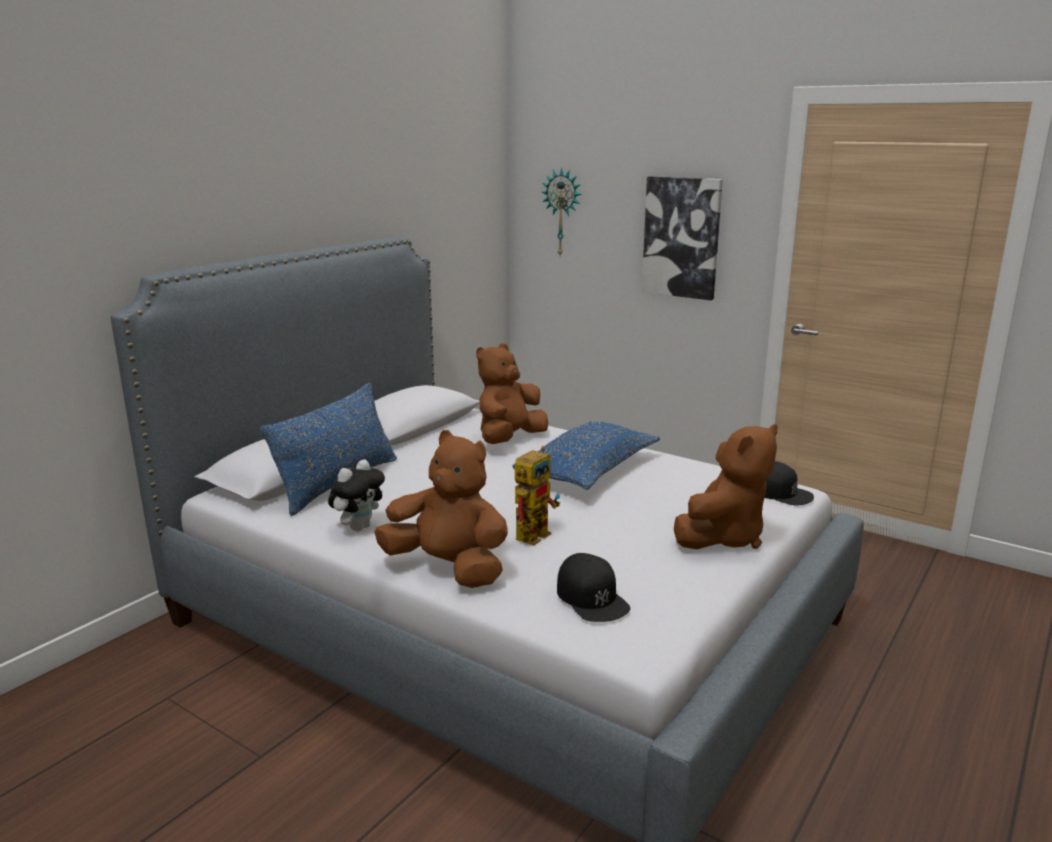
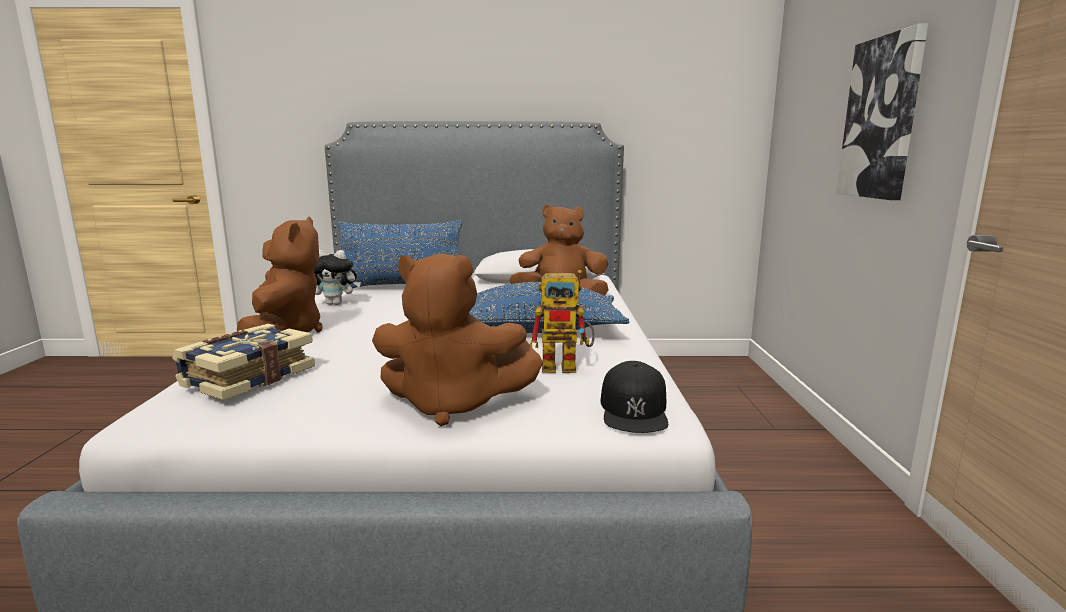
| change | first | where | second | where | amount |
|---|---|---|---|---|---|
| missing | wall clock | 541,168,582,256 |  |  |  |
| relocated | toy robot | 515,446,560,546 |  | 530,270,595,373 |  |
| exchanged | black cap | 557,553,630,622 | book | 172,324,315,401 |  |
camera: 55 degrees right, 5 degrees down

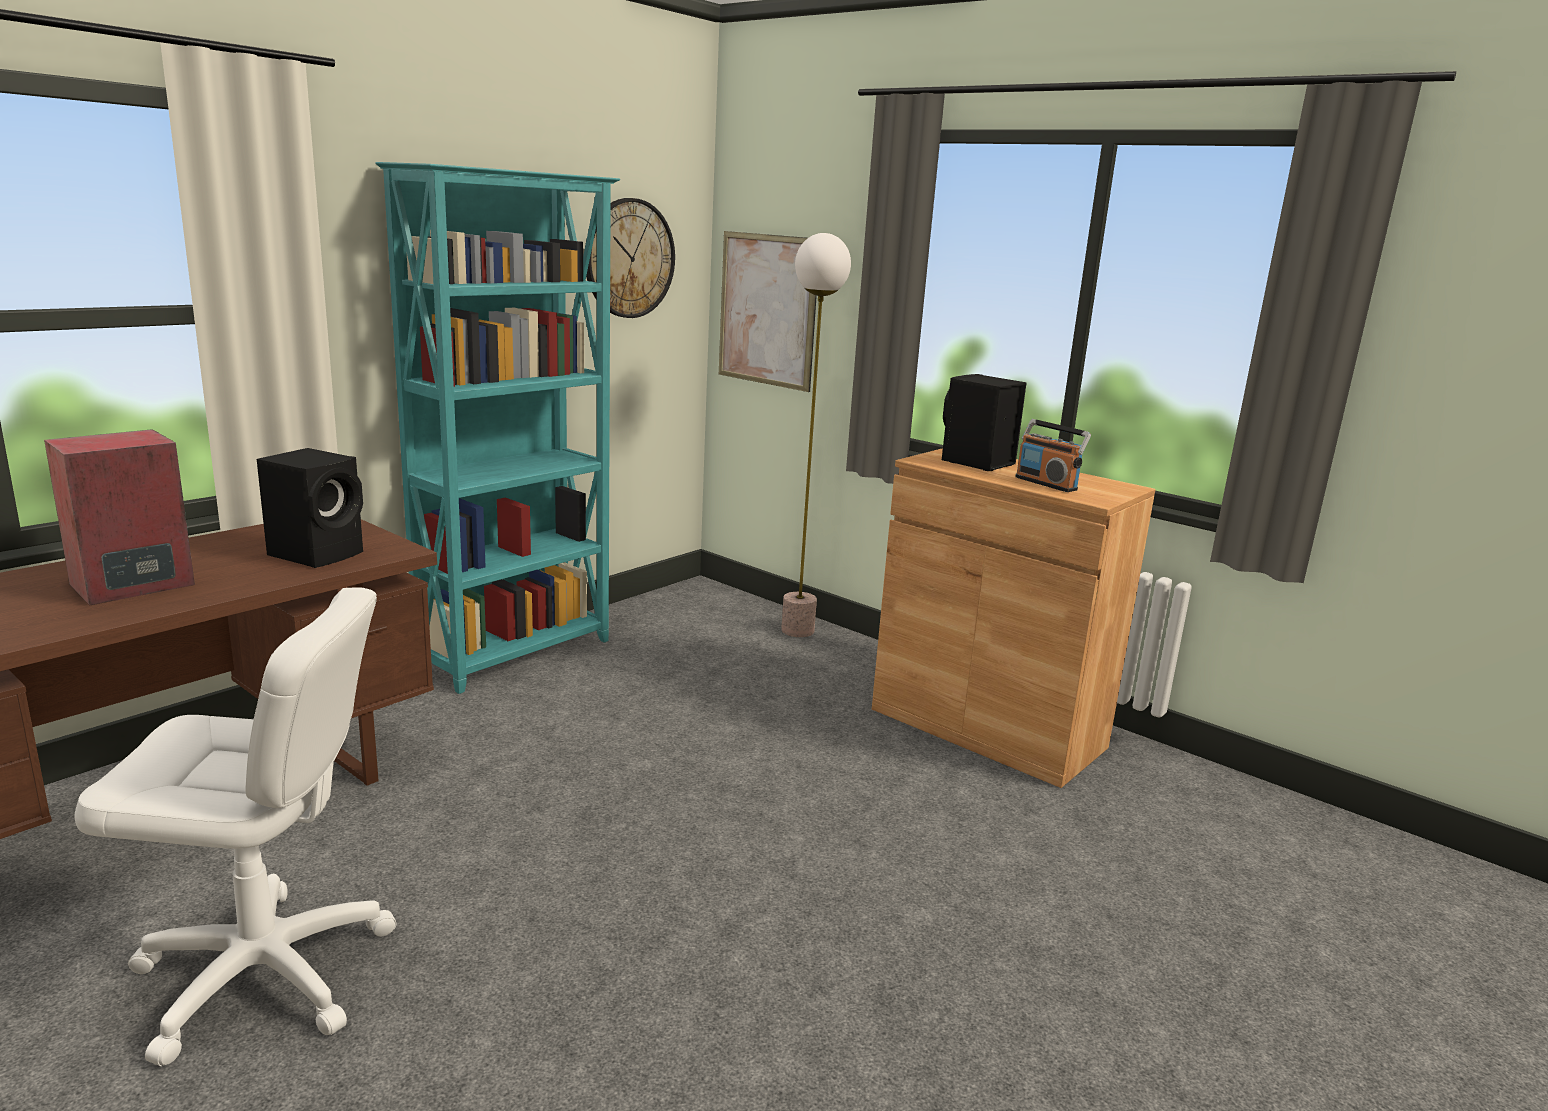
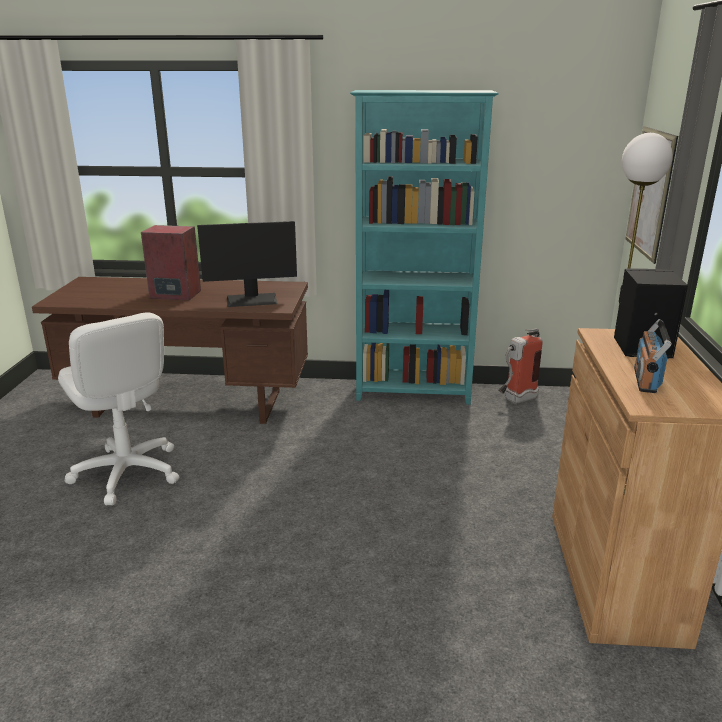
| change | first | where | second | where | amount |
|---|---|---|---|---|---|
| missing | wall clock | 585,198,675,318 |  |  |  |
| appeared |  |  | fire extinguisher | 499,328,543,404 |  |
| exchanged | black speaker | 257,448,363,568 | monitor | 197,221,297,307 |  |
camera: 55 degrees right, 5 degrees up

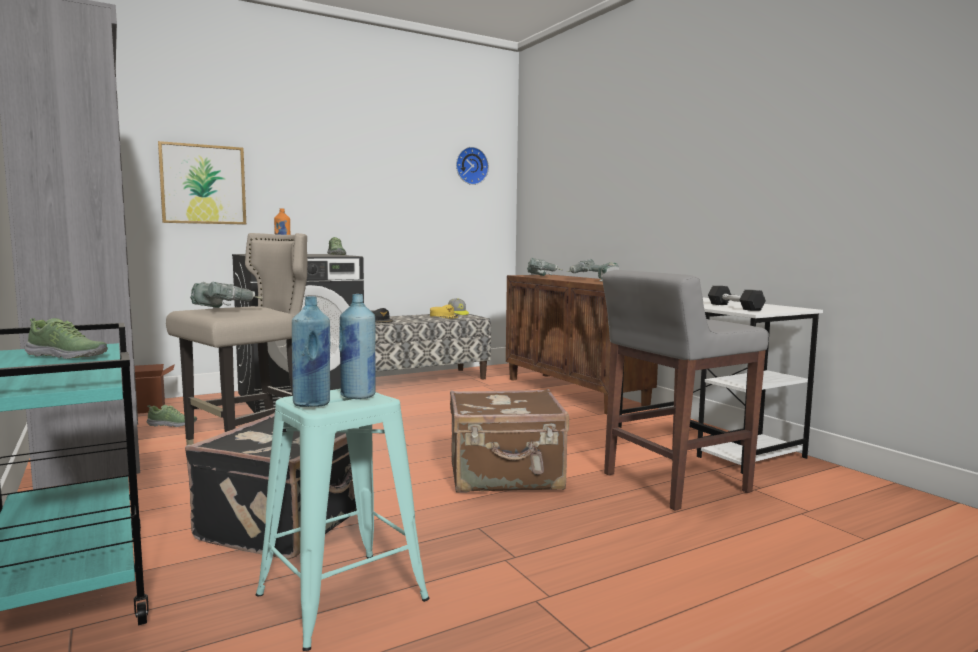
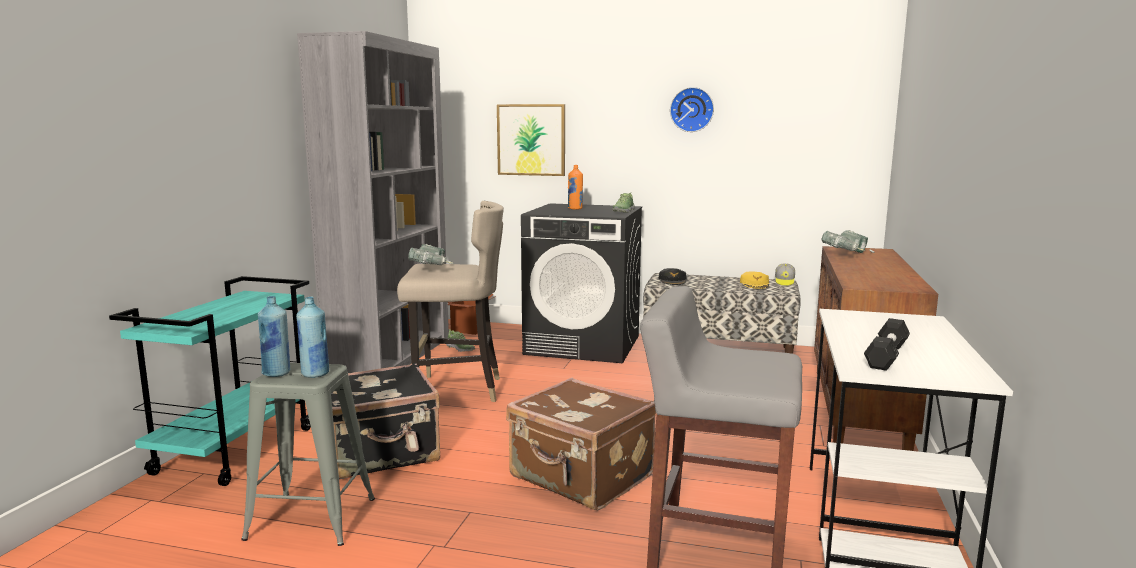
| change | first | where | second | where | amount |
|---|---|---|---|---|---|
| missing | shoe | 25,318,108,359 |  |  |  |
| missing | power drill | 567,259,619,282 |  |  |  |
| relocated | wall clock | 456,147,489,185 |  | 670,87,714,132 |  |
| colour | turquoise stool | 256,389,429,651 | grey stool | 241,363,375,546 |  |
camera: 45 degrees right, 5 degrees up

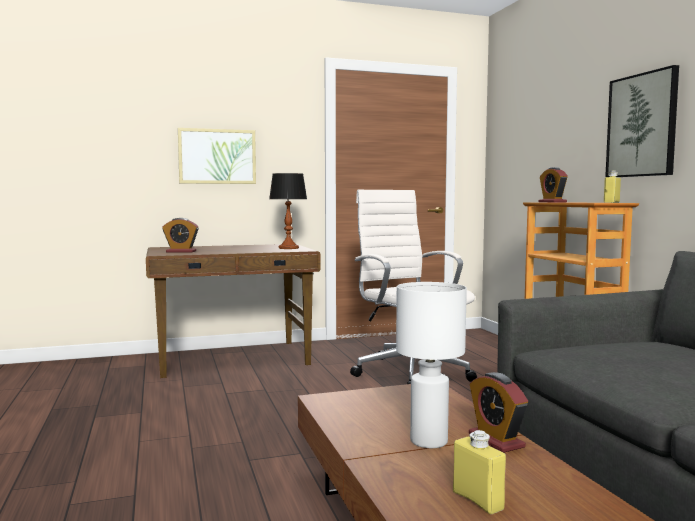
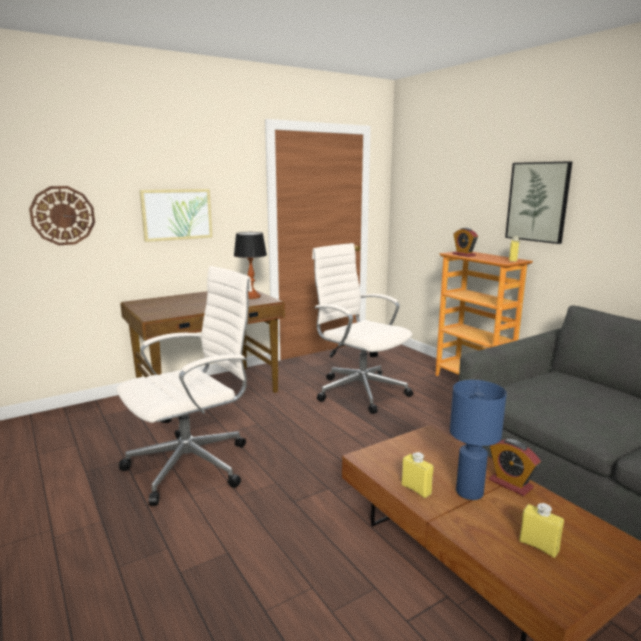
| change | first | where | second | where | amount |
|---|---|---|---|---|---|
| missing | alarm clock | 162,218,199,252 |  |  |  |
| appeared |  |  | wall clock | 29,186,95,245 |  |
| appeared |  |  | white office chair | 116,266,252,506 |  |
| appeared |  |  | yellow bottle | 401,452,433,498 |  |
| colour | white table lamp | 396,282,467,448 | blue table lamp | 450,380,507,500 |  |
camera: 15 degrees left, 10 degrees up

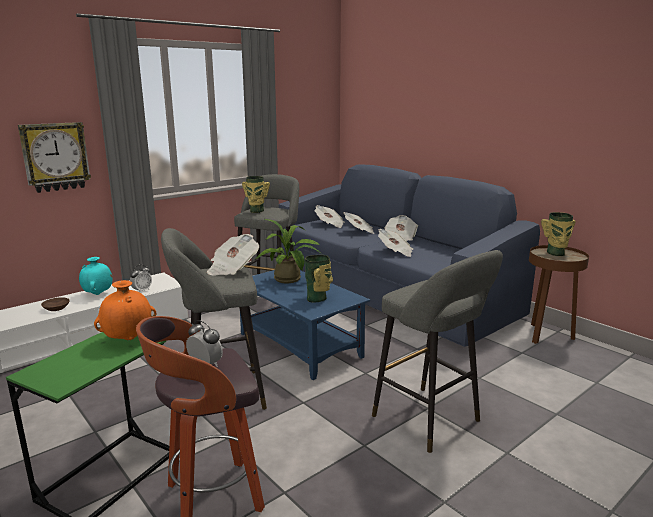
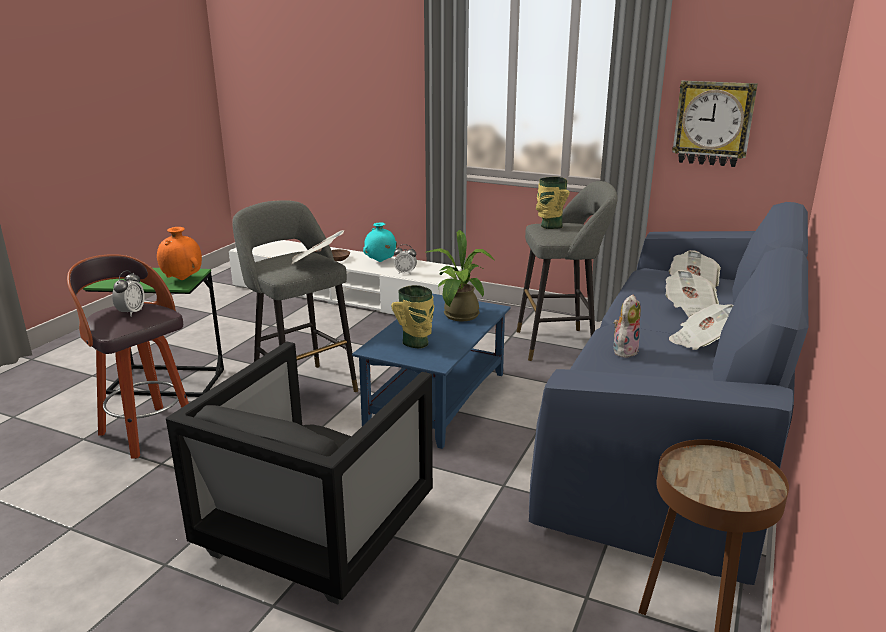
| change | first | where | second | where | amount |
|---|---|---|---|---|---|
| missing | vase | 541,212,576,256 |  |  |  |
| relocated | wall clock | 18,122,91,193 |  | 672,81,758,167 |  |
| exchanged | grey stool | 372,250,503,453 | black armchair | 166,341,433,605 |  |
| exchanged | newspaper | 378,229,413,257 | plush toy | 614,294,641,358 |  |
camera: 65 degrees right, 5 degrees up

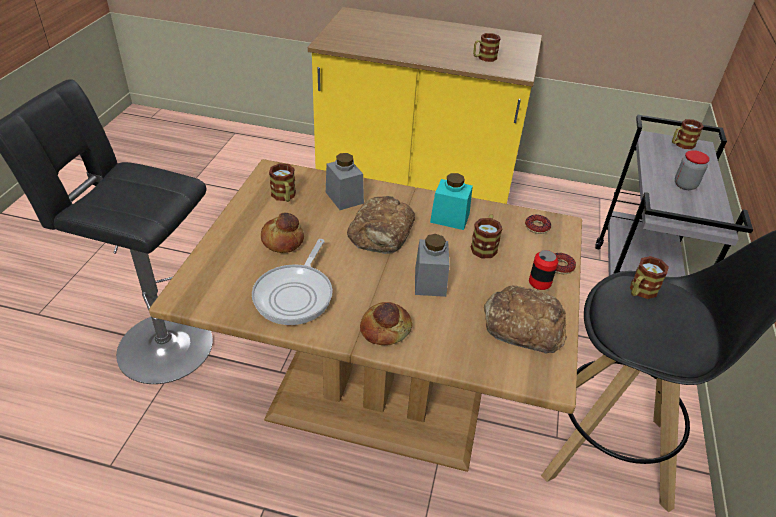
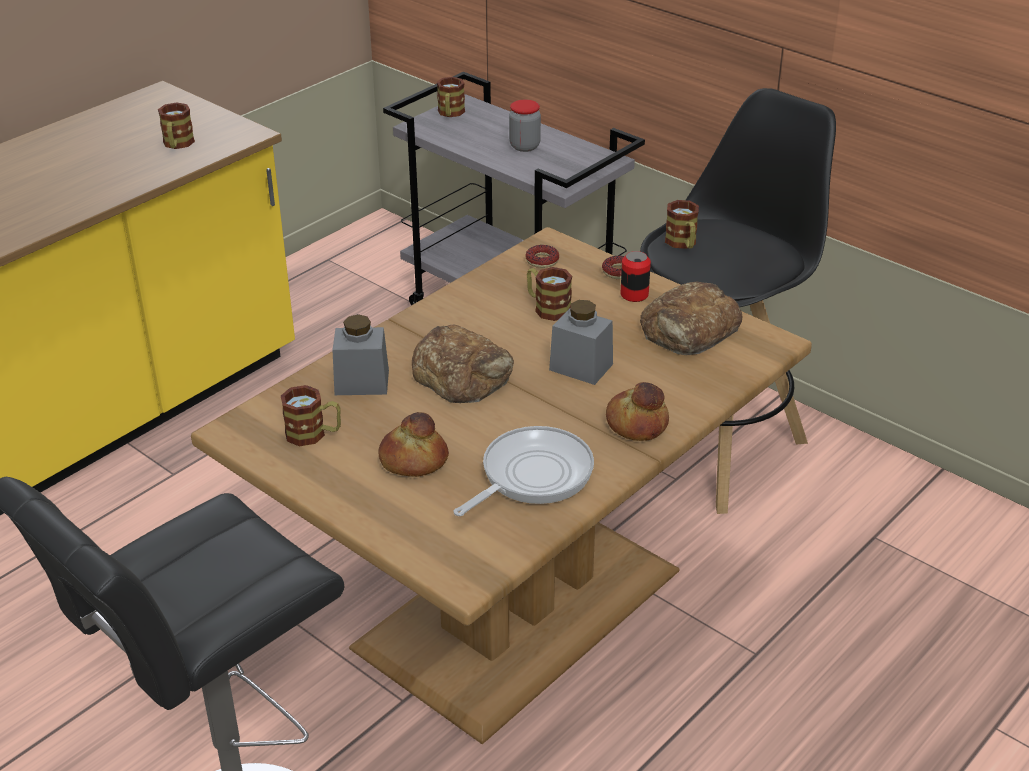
| change | first | where | second | where | amount |
|---|---|---|---|---|---|
| missing | turquoise jar | 430,173,473,230 |  |  |  |
| spun | frying pan | 252,239,333,325 |  | 453,426,594,516 | 90 degrees counterclockwise |
camera: 60 degrees left, 5 degrees down

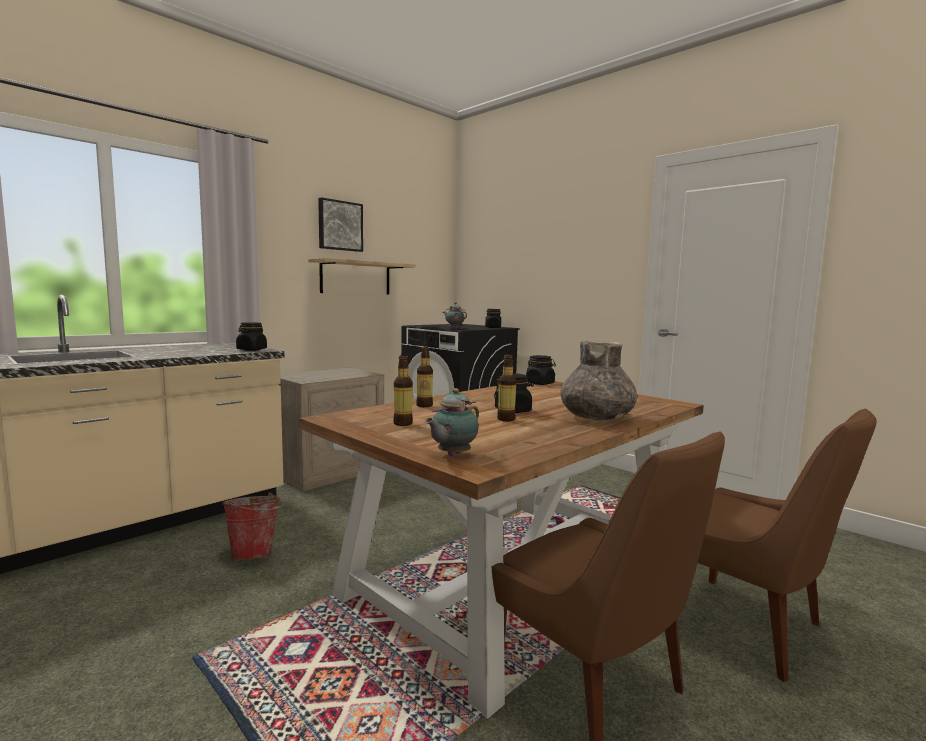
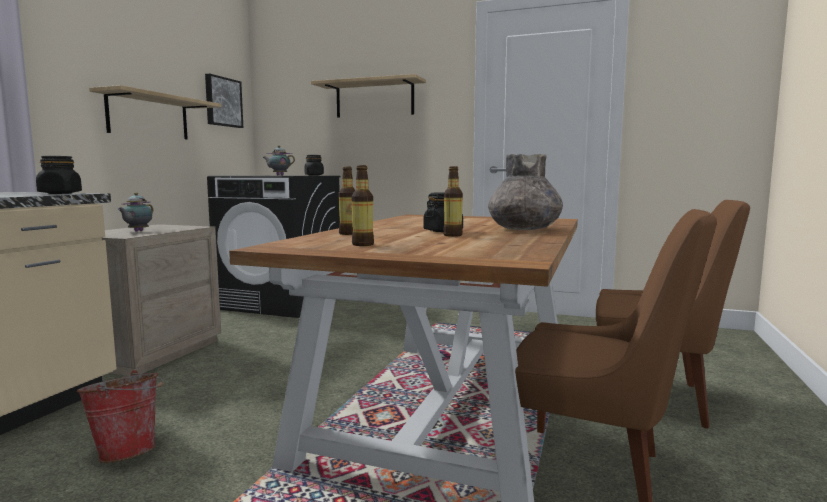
| change | first | where | second | where | amount |
|---|---|---|---|---|---|
| missing | black jar | 526,355,556,385 |  |  |  |
| appeared |  |  | shelf | 311,74,426,118 |  |
| relocated | picture | 318,197,363,252 |  | 205,74,243,128 |  |
| relocated | teapot | 425,388,479,456 |  | 118,193,153,232 |  |
camera: 25 degrees left, 0 degrees up

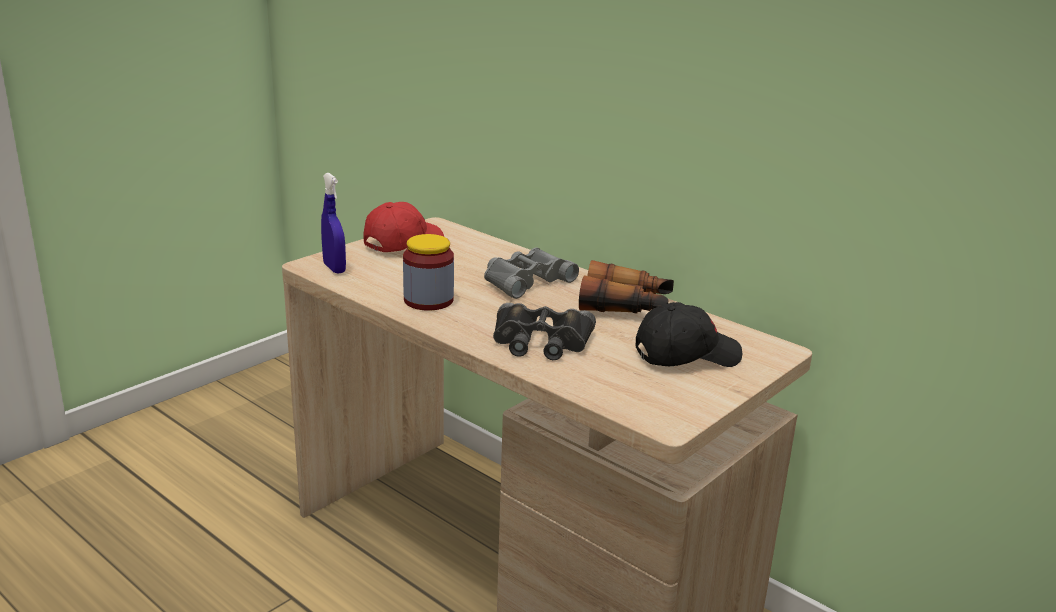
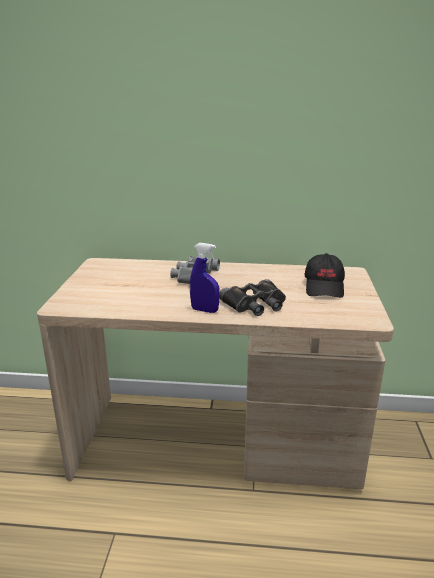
| change | first | where | second | where | amount |
|---|---|---|---|---|---|
| missing | red cap | 363,202,444,252 |  |  |  |
| missing | jar | 403,234,454,311 |  |  |  |
| missing | binoculars | 579,260,674,313 |  |  |  |
| relocated | blue spray bottle | 321,173,346,274 |  | 190,243,220,313 |  |
| spun | black cap | 636,302,743,367 |  | 305,253,345,298 | 150 degrees clockwise |
camera: 35 degrees left, 0 degrees up

